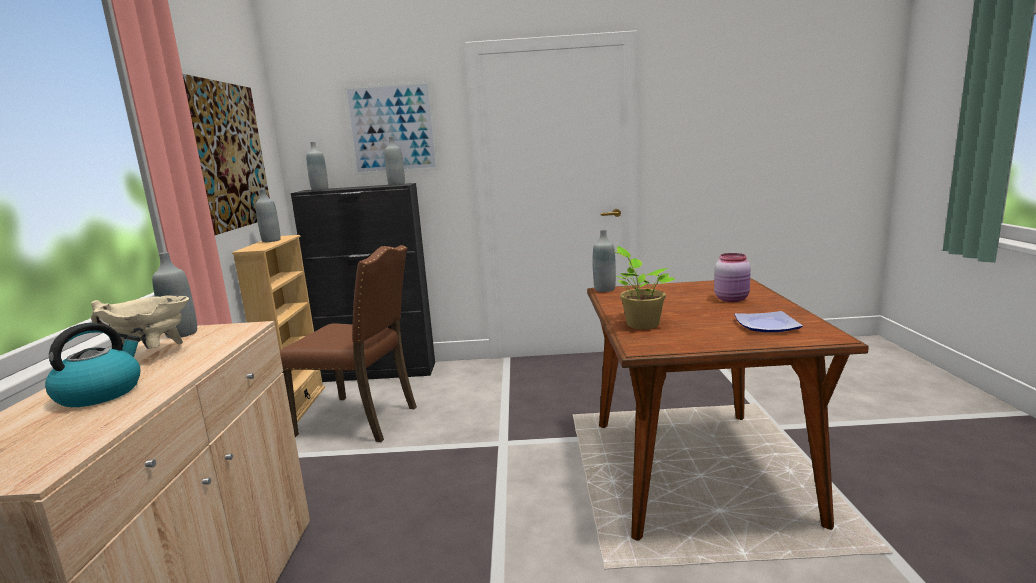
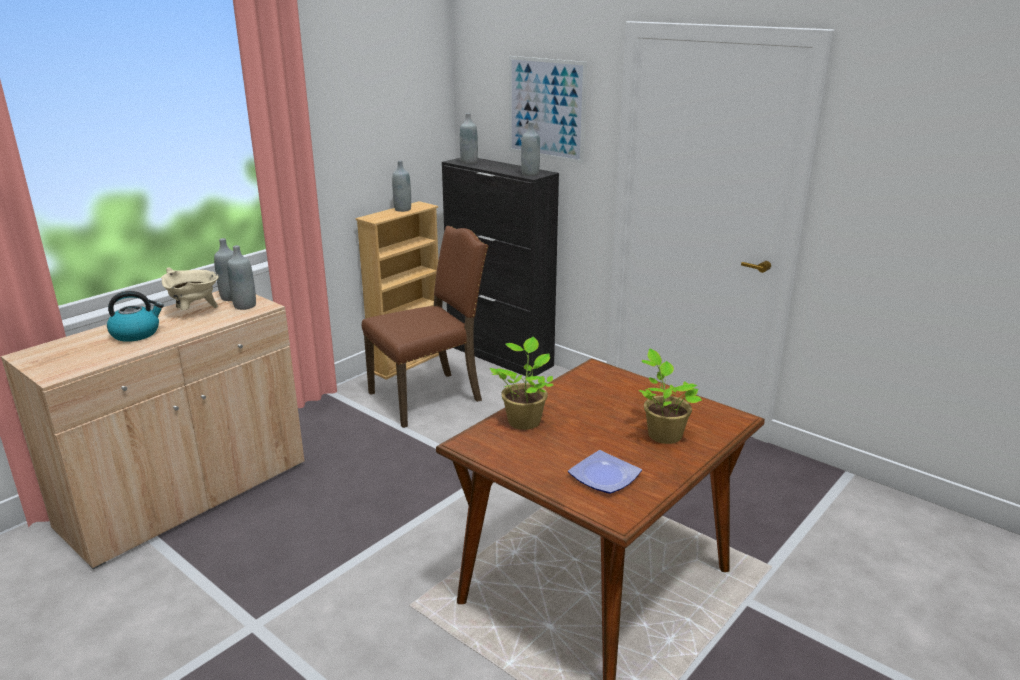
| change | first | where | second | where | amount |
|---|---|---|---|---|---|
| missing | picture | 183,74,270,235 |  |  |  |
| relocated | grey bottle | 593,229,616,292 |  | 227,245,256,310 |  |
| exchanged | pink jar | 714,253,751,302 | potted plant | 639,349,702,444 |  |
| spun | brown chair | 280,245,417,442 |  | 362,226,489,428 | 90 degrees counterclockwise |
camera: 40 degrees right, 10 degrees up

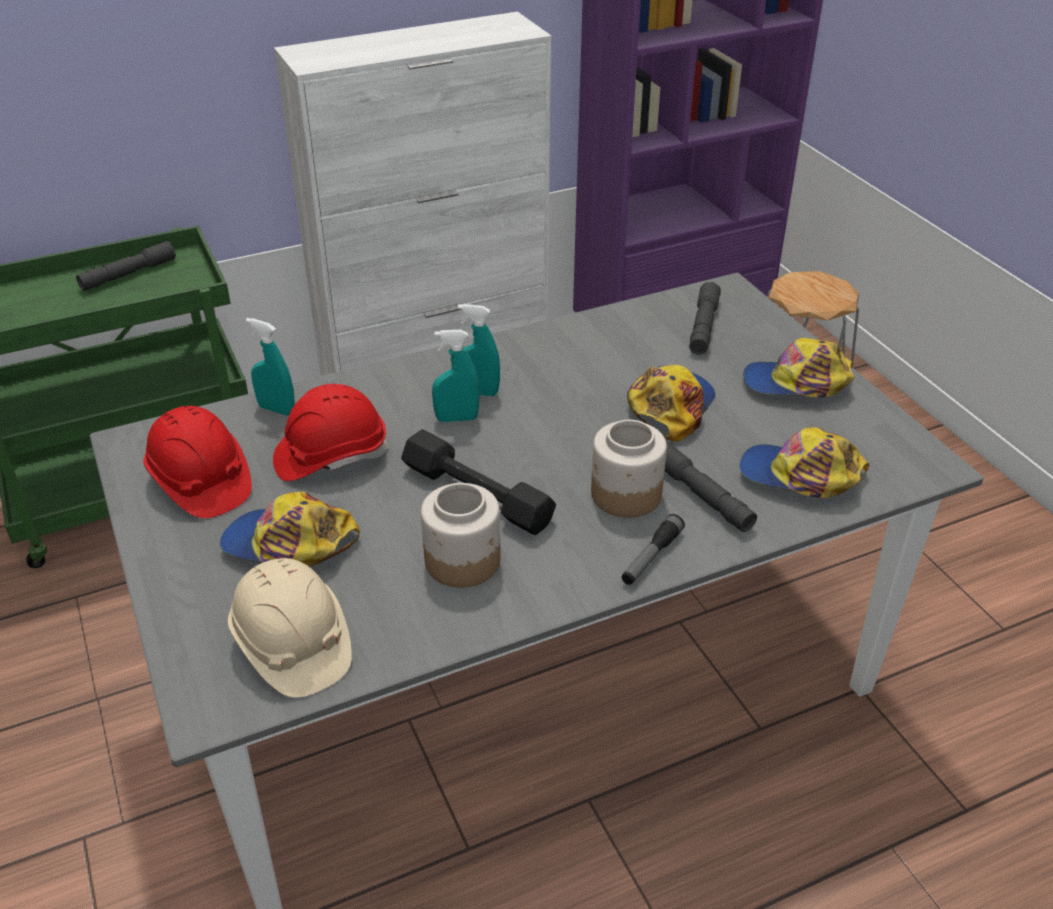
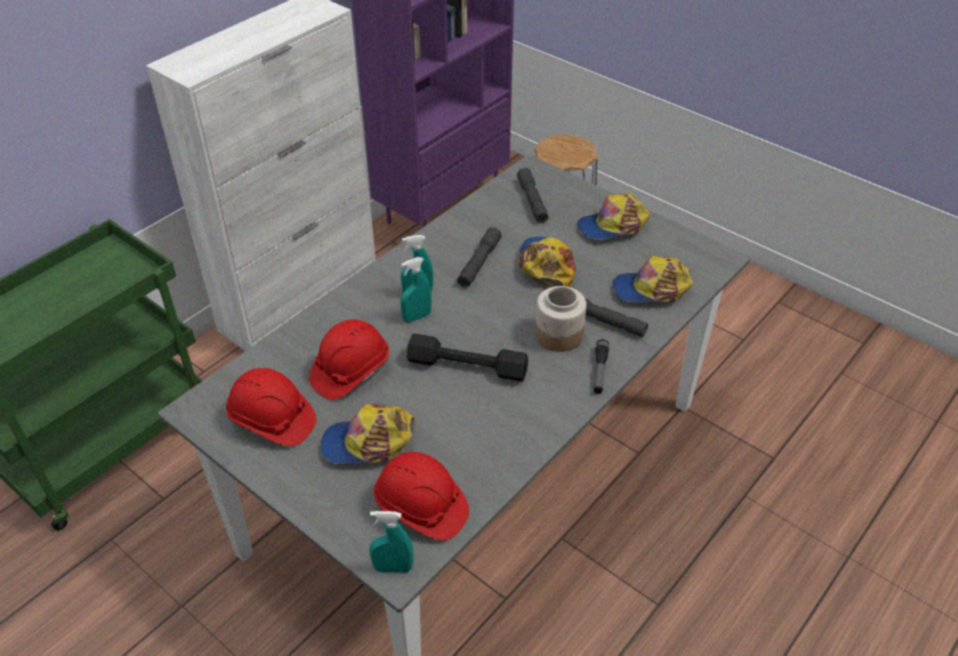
| change | first | where | second | where | amount |
|---|---|---|---|---|---|
| missing | jar | 421,483,501,588 |  |  |  |
| relocated | grey flashlight | 76,241,176,291 |  | 457,227,502,288 |  |
| relocated | turquoise spray bottle | 246,318,295,416 |  | 369,511,414,573 |  |
| colour | beige hard hat | 228,558,352,698 | red hard hat | 374,452,469,541 |  |
camera: 25 degrees left, 5 degrees up

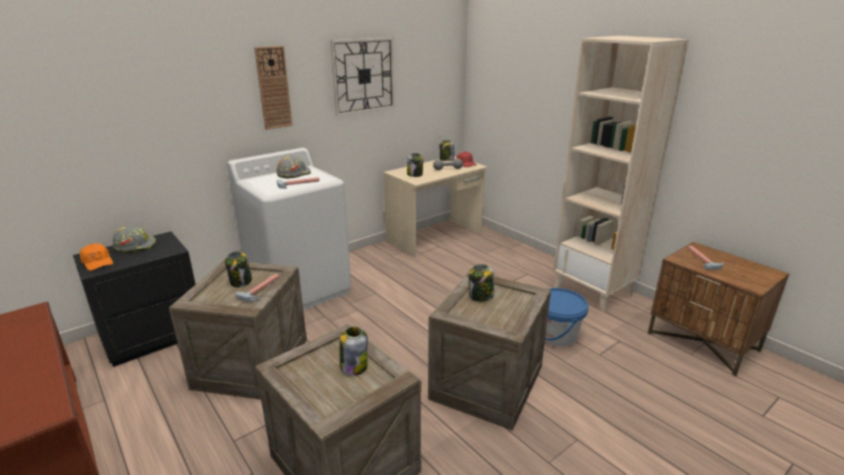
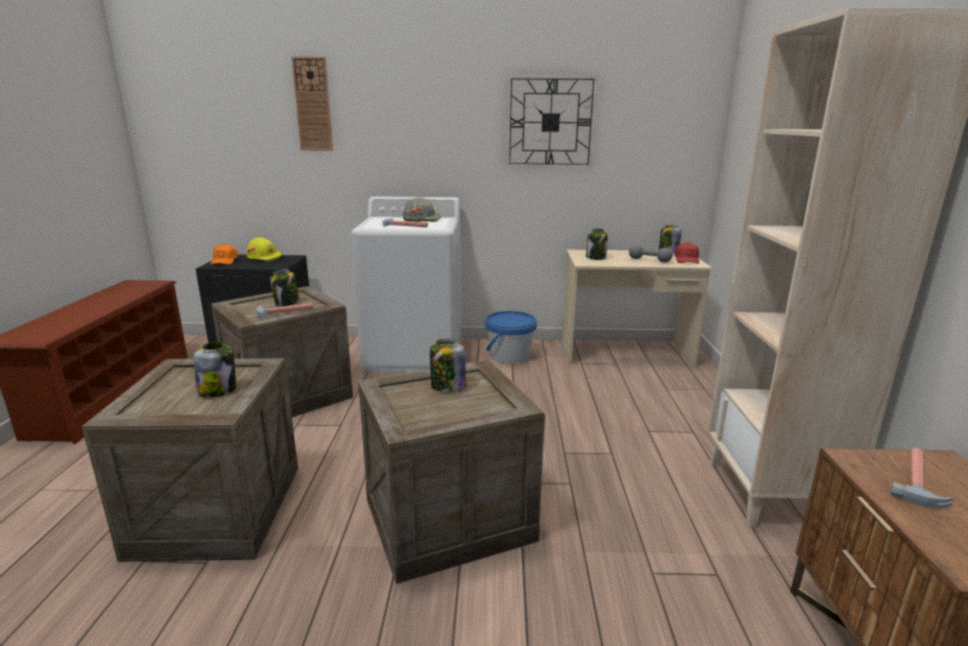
| change | first | where | second | where | amount |
|---|---|---|---|---|---|
| relocated | wall clock | 254,46,293,130 |  | 292,57,333,151 |  |
| relocated | blue bucket | 545,288,589,347 |  | 485,311,537,364 |  |
| colour | grey hard hat | 113,226,156,253 | yellow hard hat | 247,237,283,262 |  |
camera: 40 degrees right, 5 degrees down

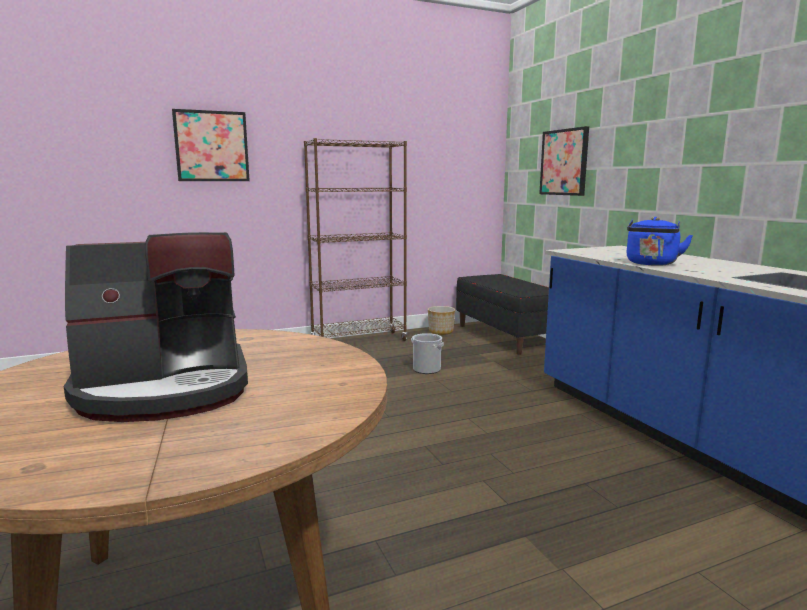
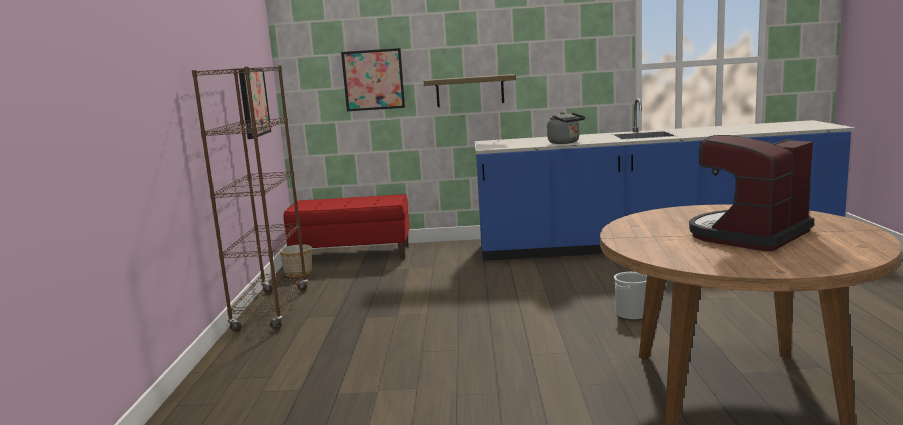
| change | first | where | second | where | amount |
|---|---|---|---|---|---|
| appeared |  |  | shelf | 424,74,516,107 |  |
| relocated | picture | 172,109,250,181 |  | 239,69,271,139 |  |
| relocated | bucket | 411,333,444,374 |  | 614,272,647,320 |  |
| colour | black bench | 456,274,549,355 | red bench | 284,194,410,259 |  |
| colour | blue kettle | 627,217,693,266 | grey kettle | 547,112,585,144 |  |
| spun | coffee machine | 64,232,248,422 |  | 689,135,814,251 | 135 degrees counterclockwise |
camera: 65 degrees left, 0 degrees up

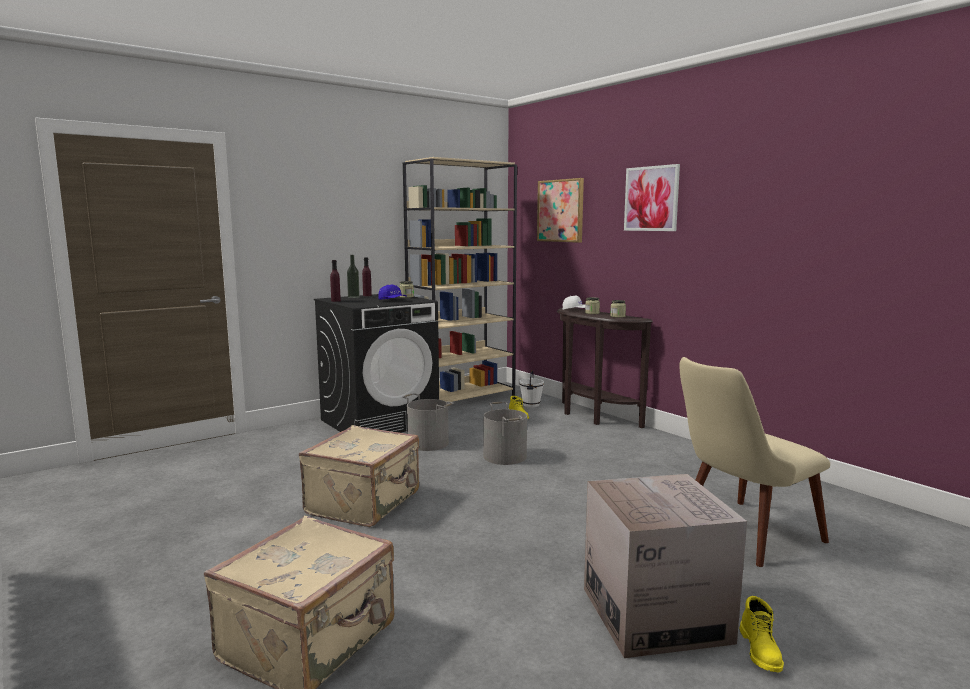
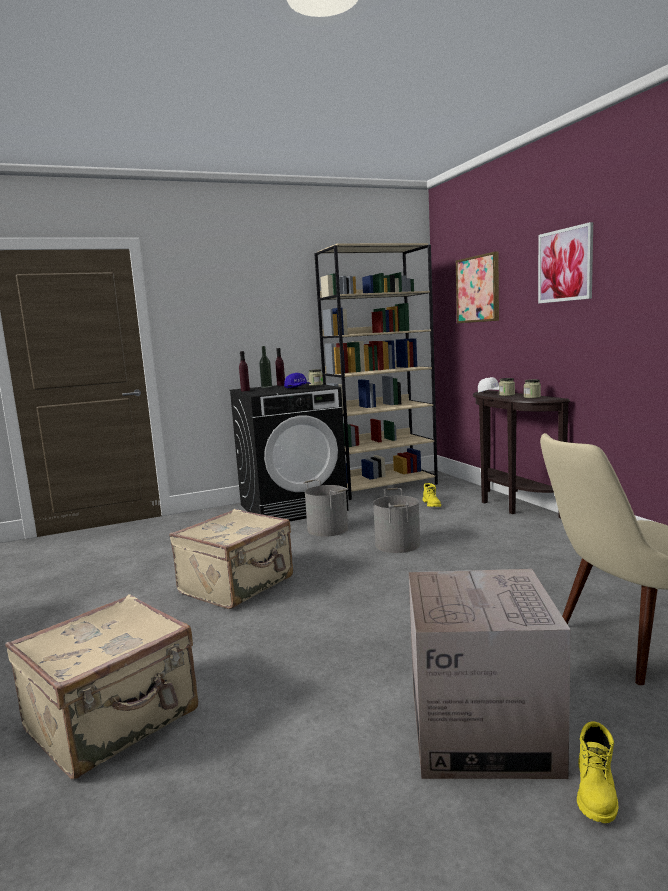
| change | first | where | second | where | amount |
|---|---|---|---|---|---|
| missing | white bucket | 519,370,544,407 |  |  |  |
camera: 15 degrees right, 0 degrees up

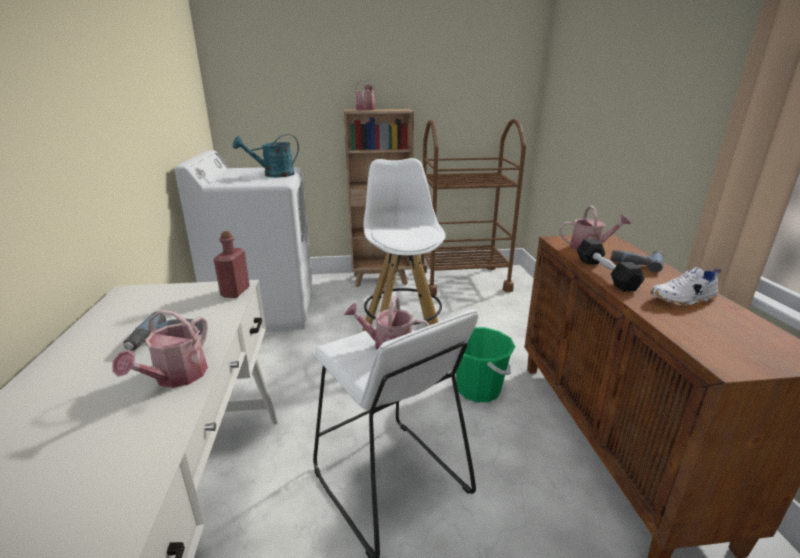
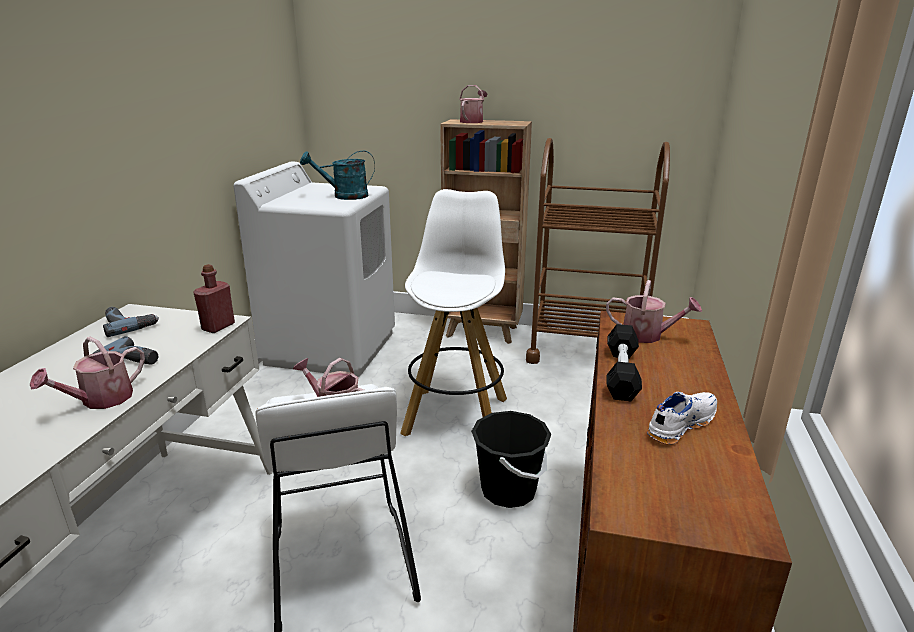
| change | first | where | second | where | amount |
|---|---|---|---|---|---|
| relocated | power drill | 610,250,664,273 |  | 103,307,159,337 |  |
| colour | green bucket | 456,327,515,402 | black bucket | 471,411,551,508 |  |
| spun | white shoe | 651,267,721,307 |  | 647,392,717,445 | 135 degrees clockwise |
camera: 20 degrees right, 0 degrees up

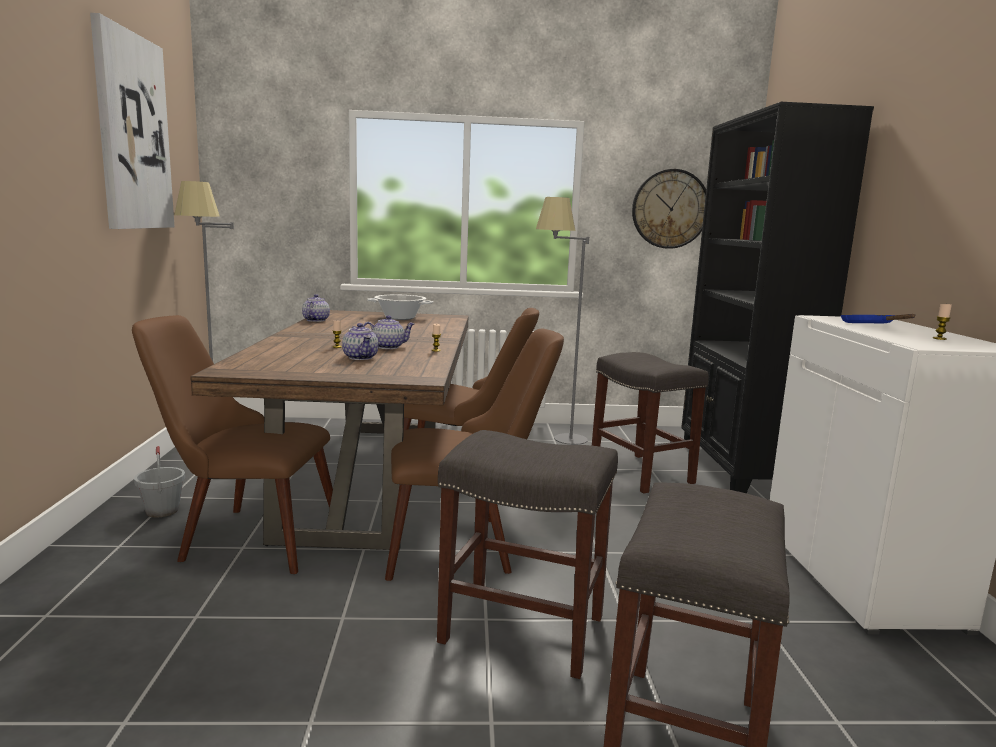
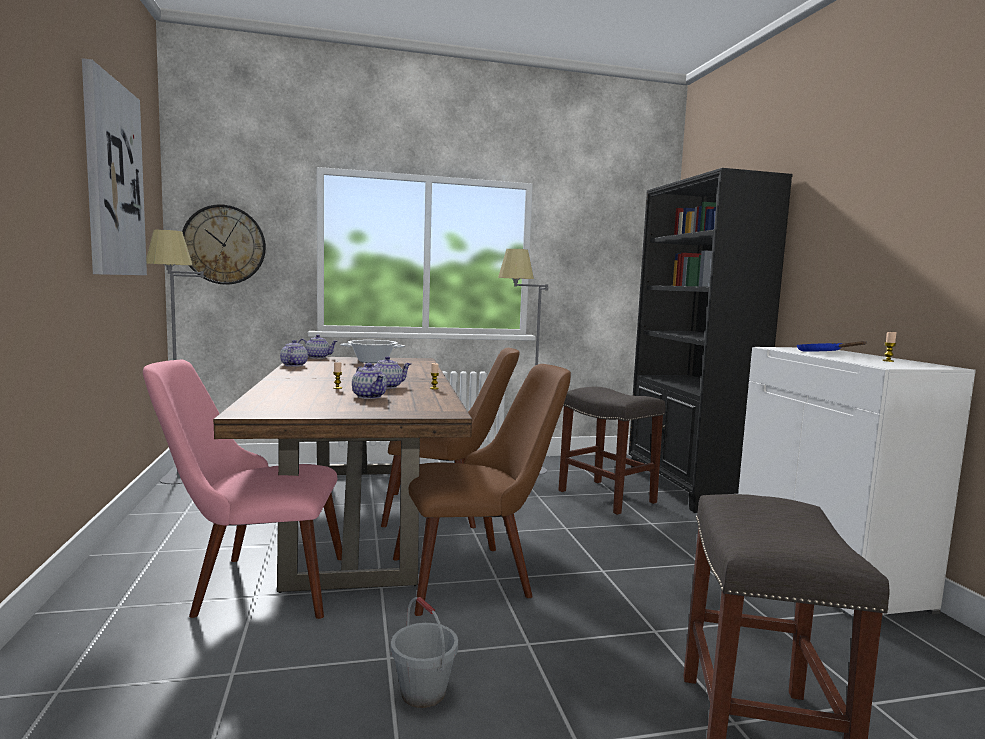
| change | first | where | second | where | amount |
|---|---|---|---|---|---|
| missing | grey stool | 437,430,618,679 |  |  |  |
| appeared |  |  | teapot | 298,335,338,359 |  |
| relocated | grey bucket | 134,446,185,517 |  | 391,597,458,708 |  |
| relocated | wall clock | 632,169,706,249 |  | 182,204,266,285 |  |
| colour | brown chair | 132,315,333,574 | pink chair | 143,360,342,619 |  |
camera: 10 degrees left, 5 degrees down

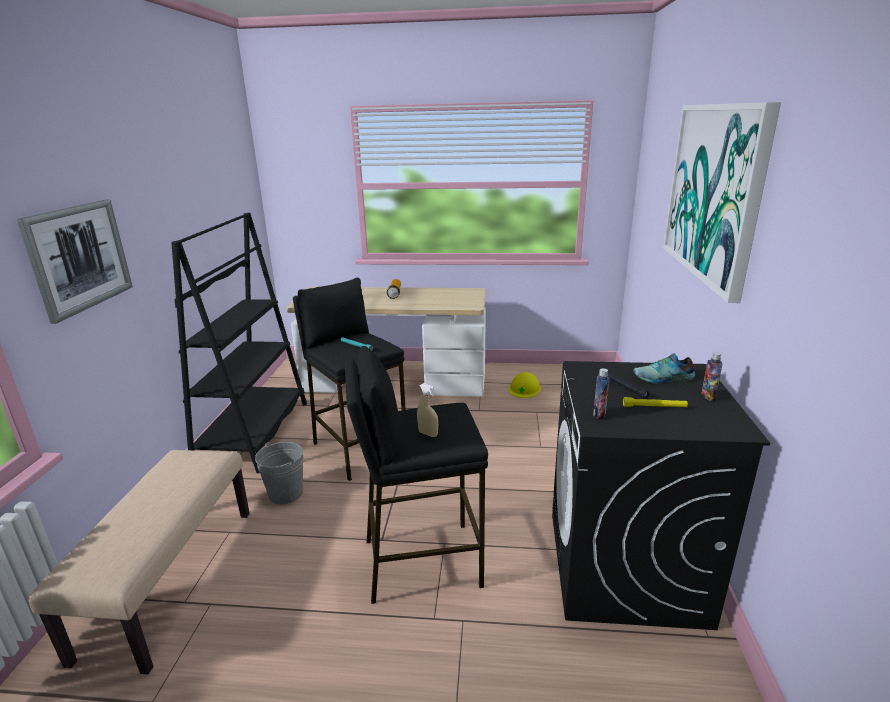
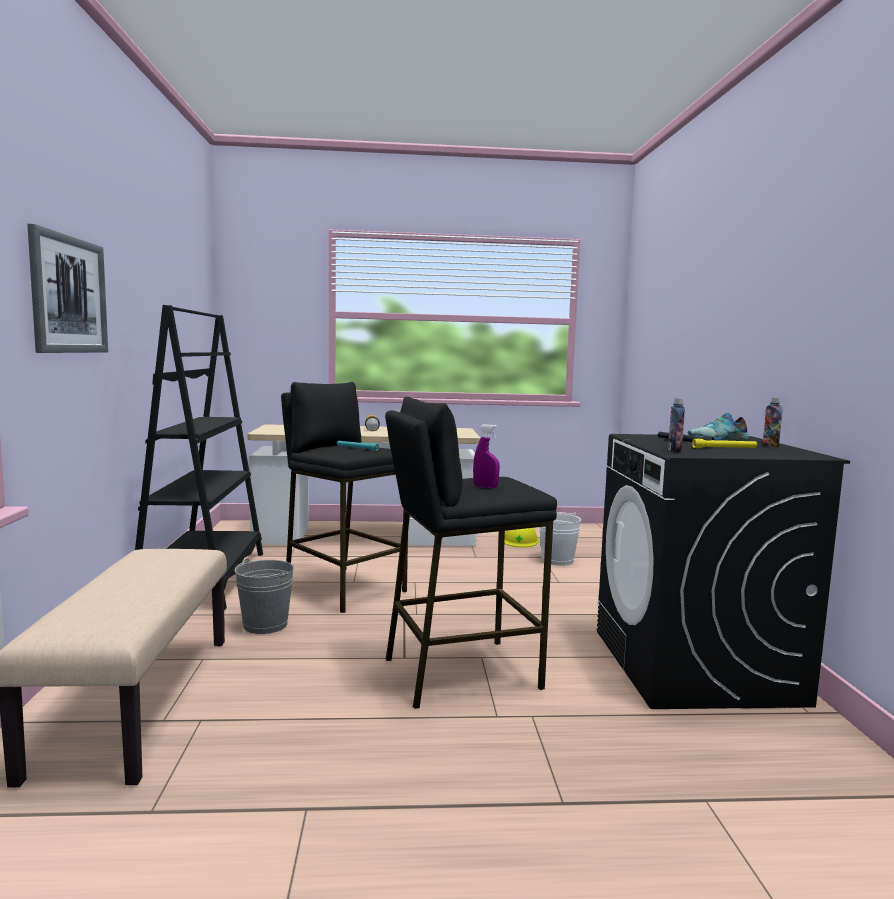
| change | first | where | second | where | amount |
|---|---|---|---|---|---|
| missing | picture | 663,102,781,303 |  |  |  |
| appeared |  |  | white bucket | 539,512,581,566 |  |
| colour | beige spray bottle | 417,383,438,437 | purple spray bottle | 473,424,500,488 |  |
camera: 10 degrees left, 15 degrees down

